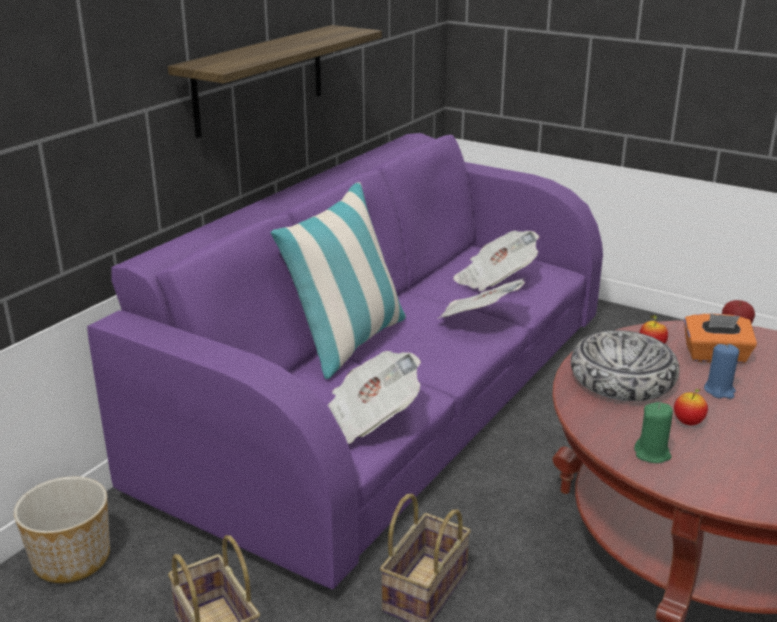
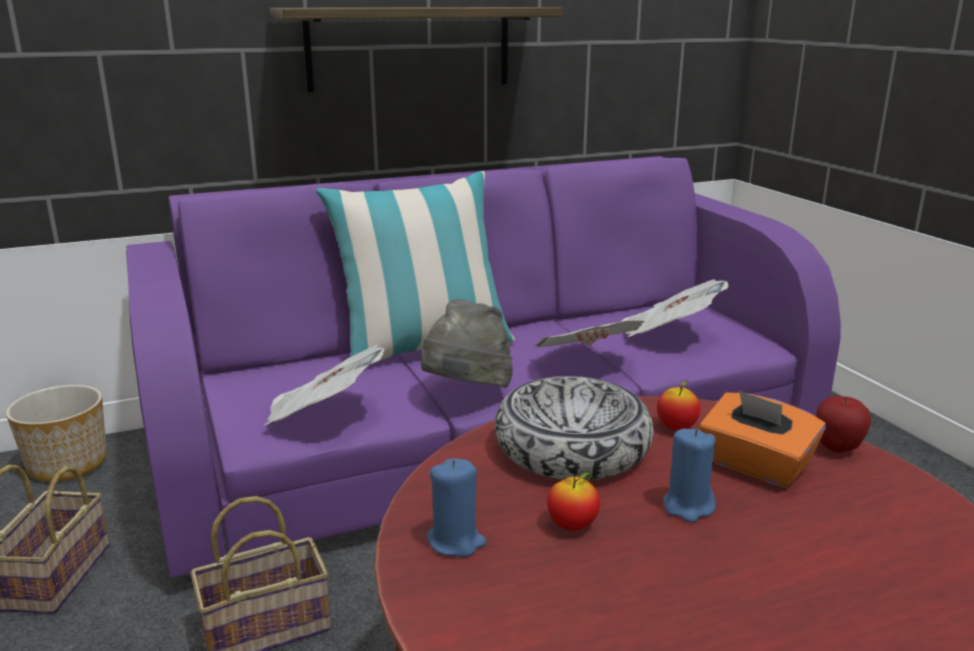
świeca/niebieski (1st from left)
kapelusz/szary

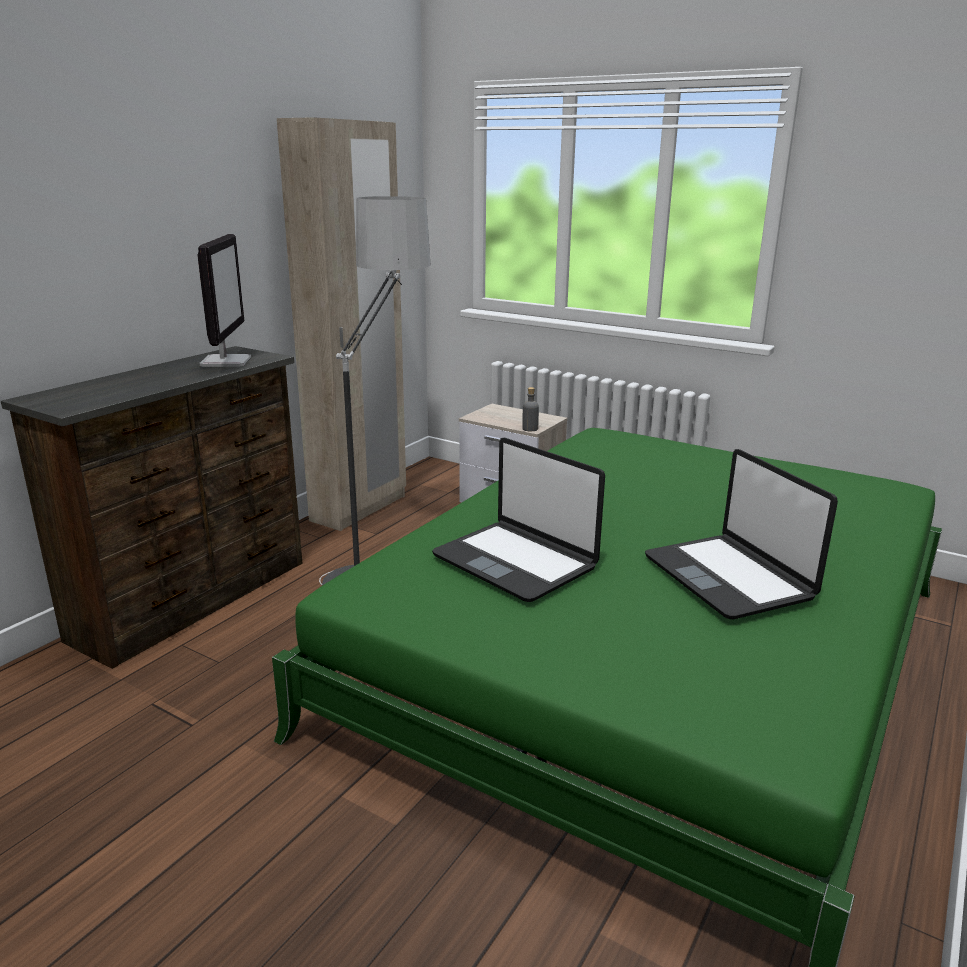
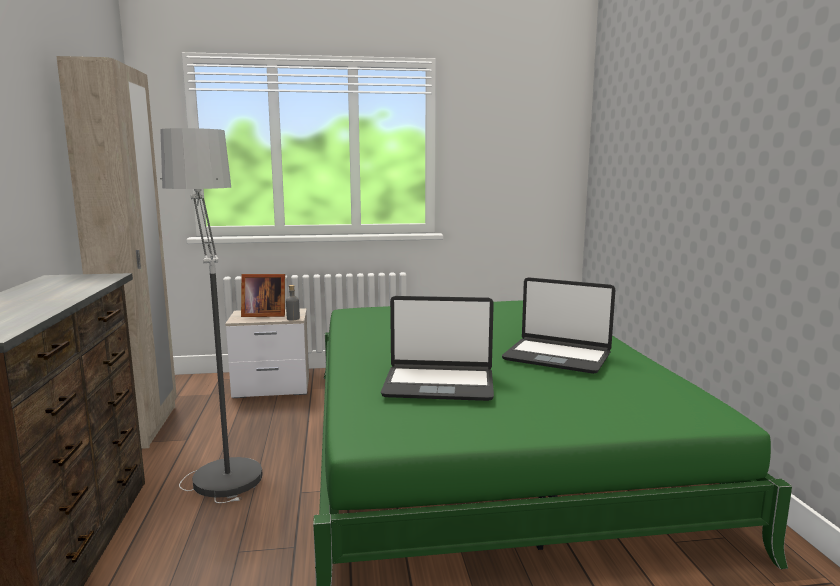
monitor
ramka na zdjęcie

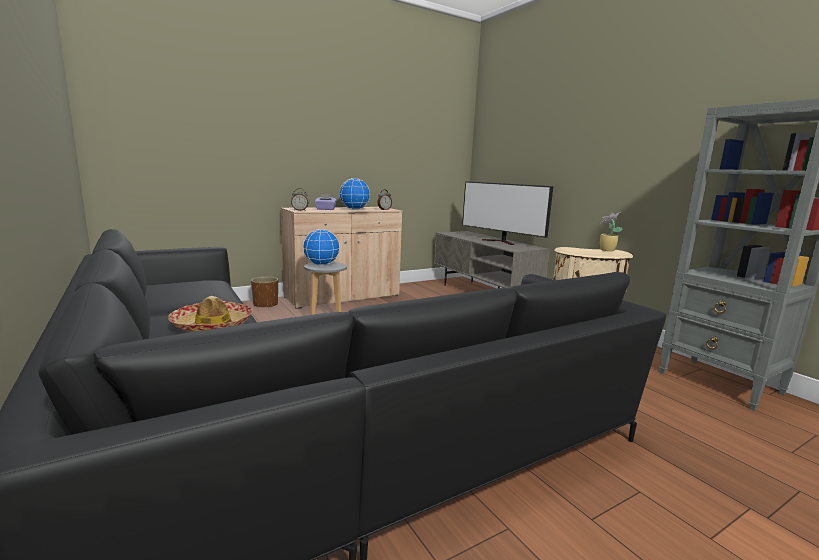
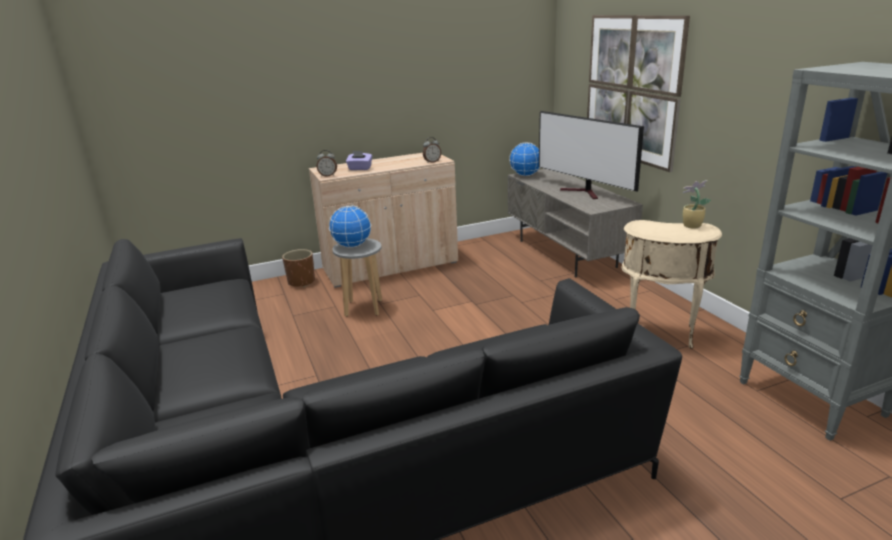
globus (2nd from left)
kapelusz
obraz

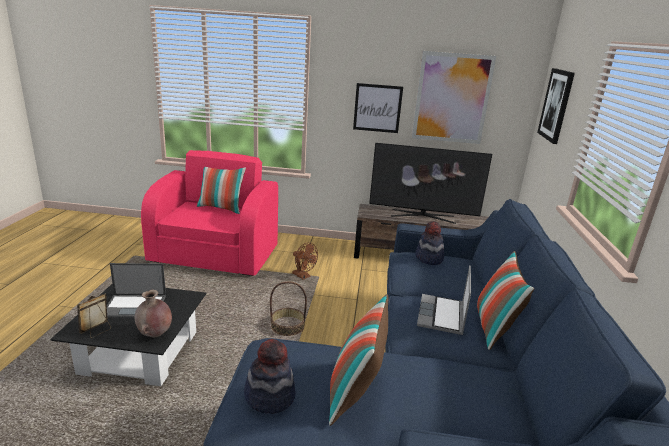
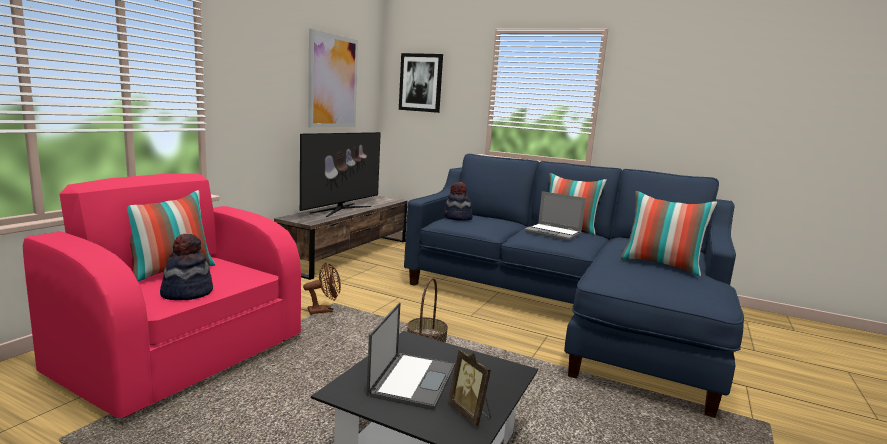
obraz (1st from left in the first image)
wazon/brązowy
kapelusz (1st from left)

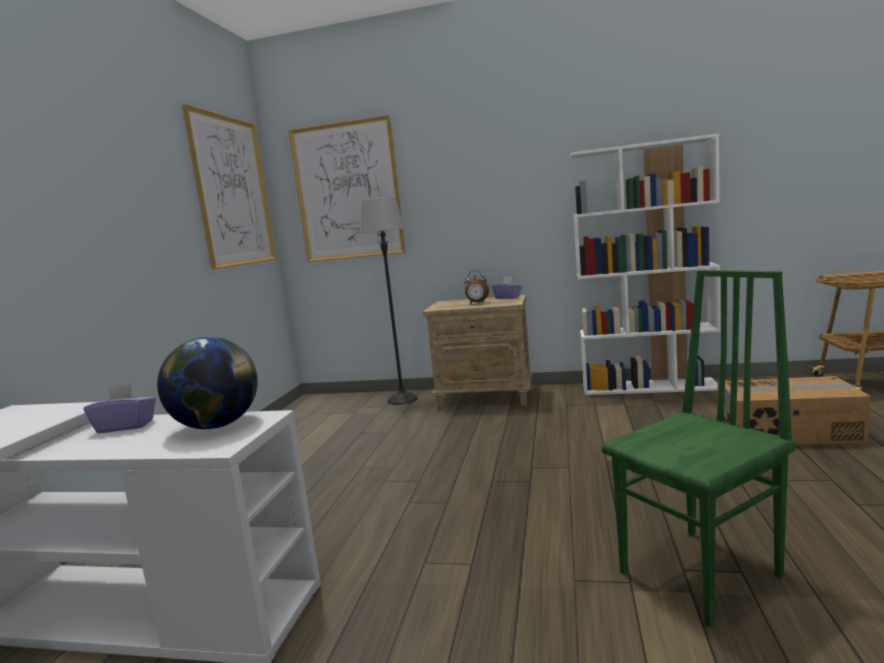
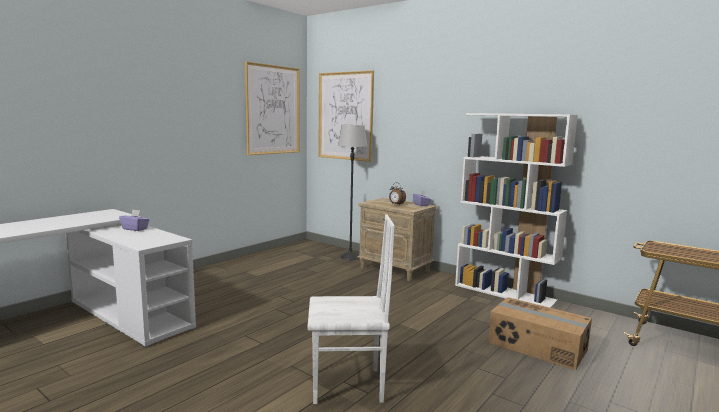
krzesło/biały
globus

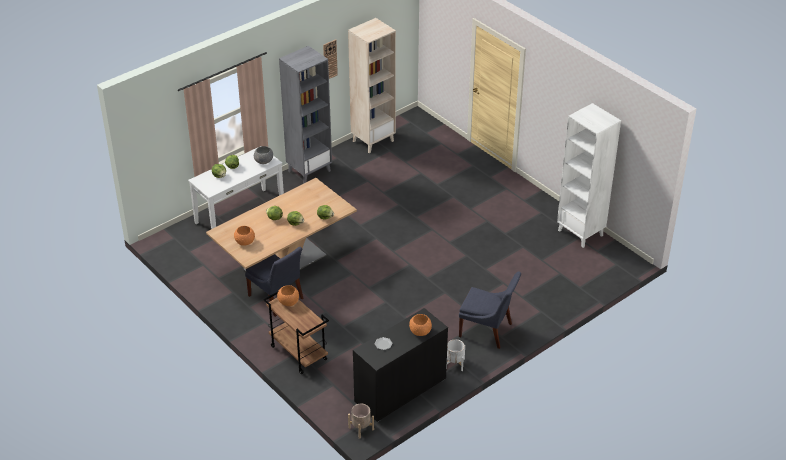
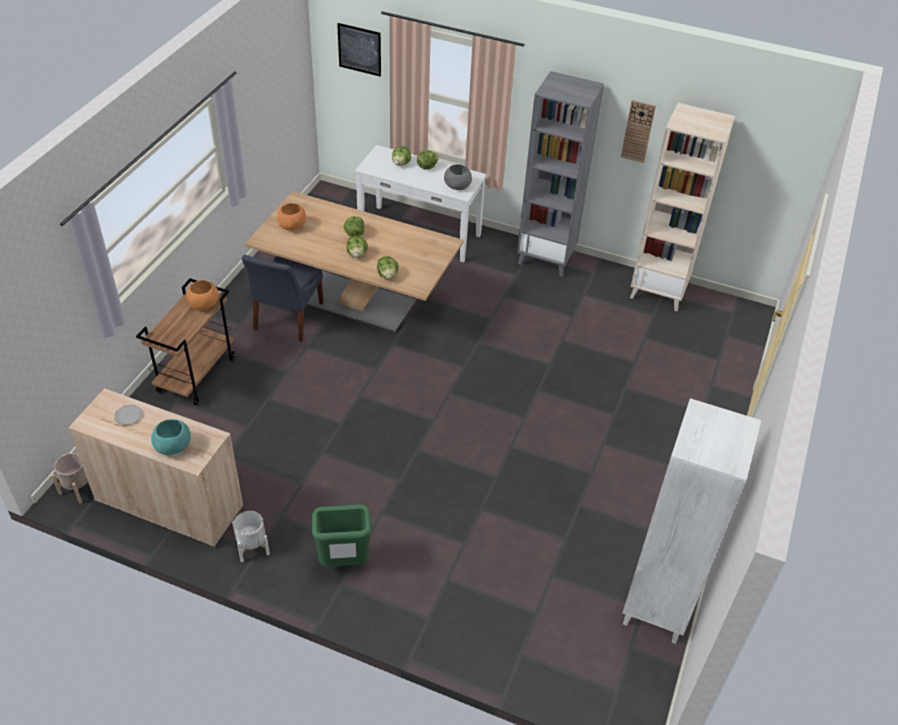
kosz na śmieci/zielony
szafka/beżowy
miska/turkusowy
obraz

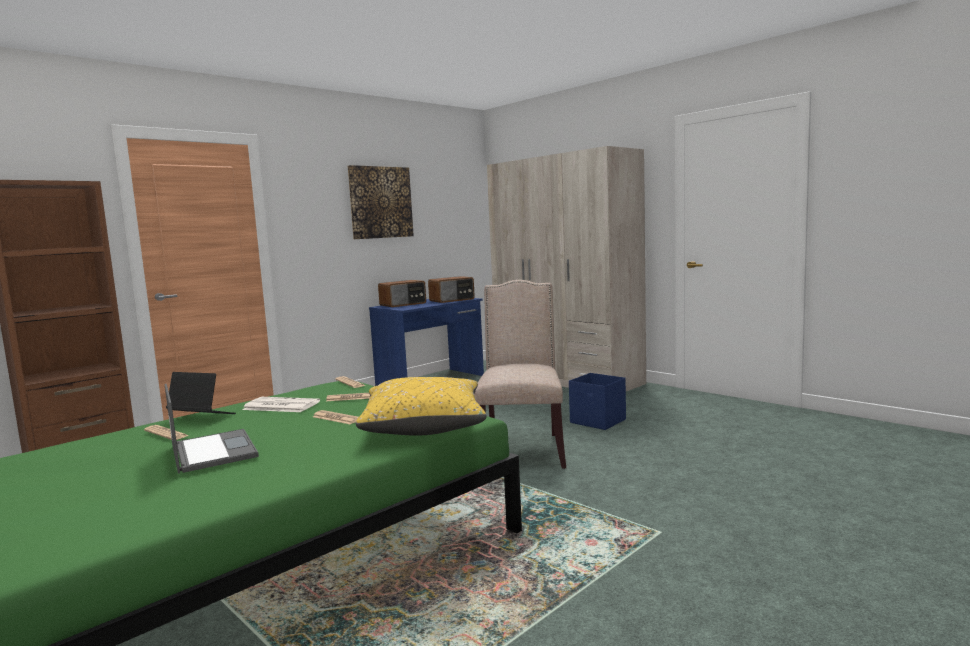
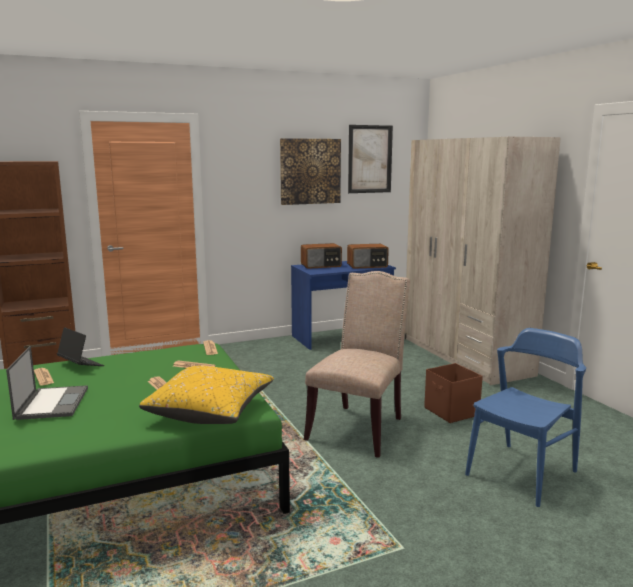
pojemnik do przechowywania/brązowy
gazeta (2nd from left in the first image)
obraz (2nd from left)
krzesło/niebieski

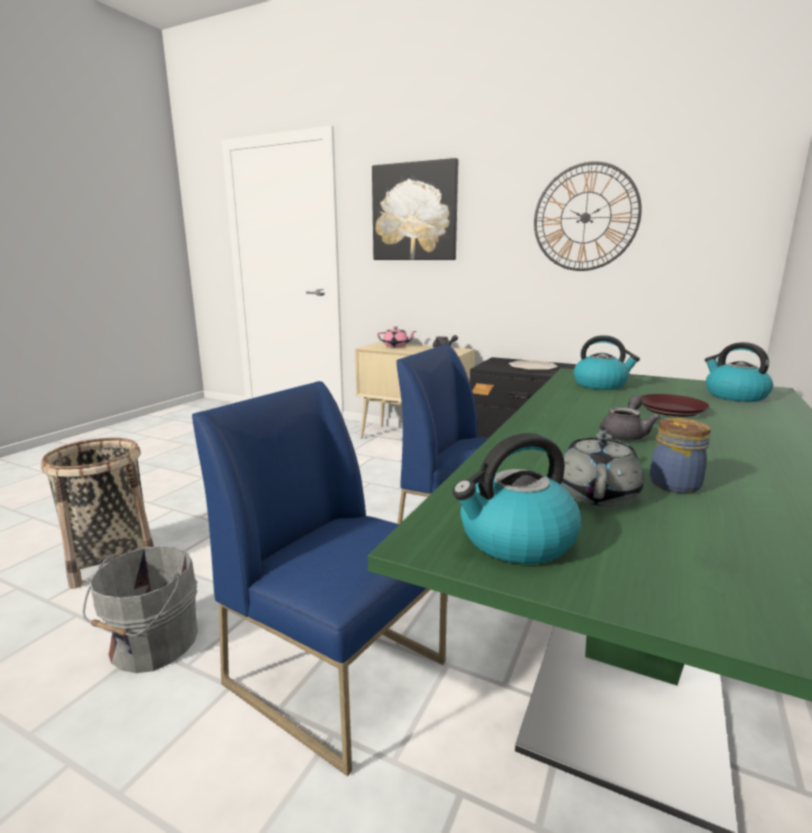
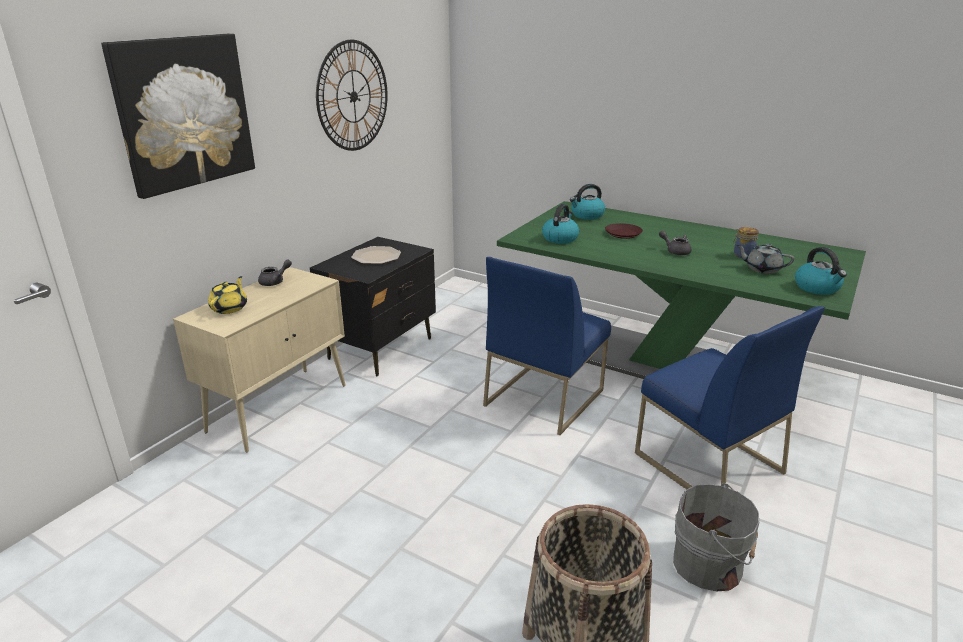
imbryk/żółty
krzesło/niebieski (2nd from left)

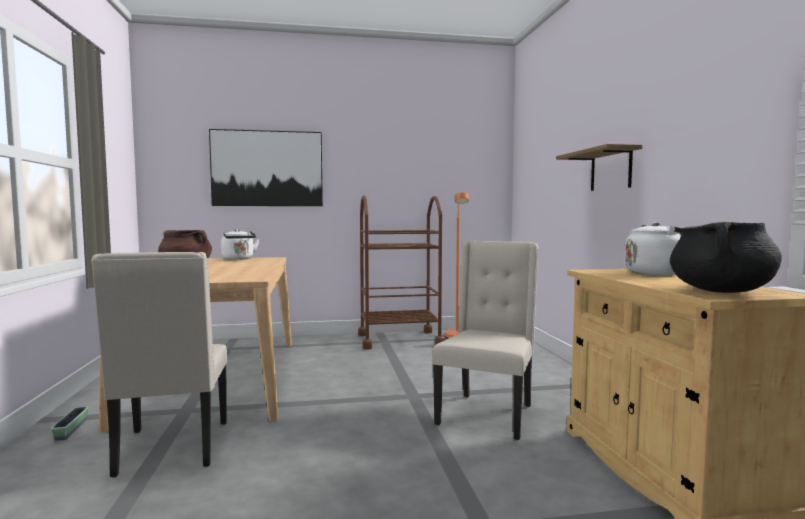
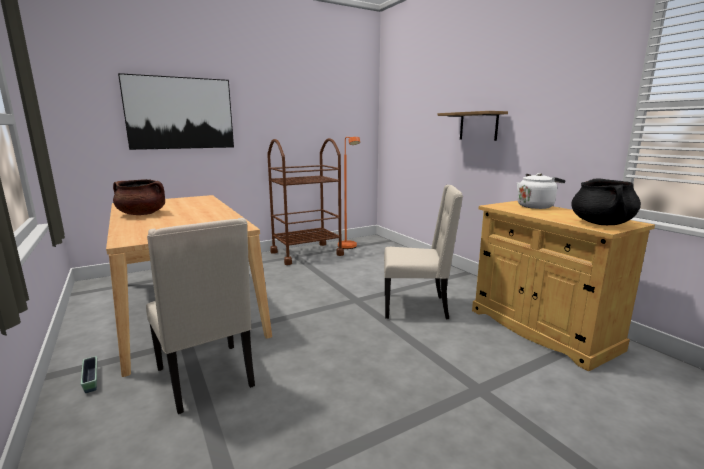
czajnik/biały (1st from left in the first image)
krzesło/beżowy (2nd from left)

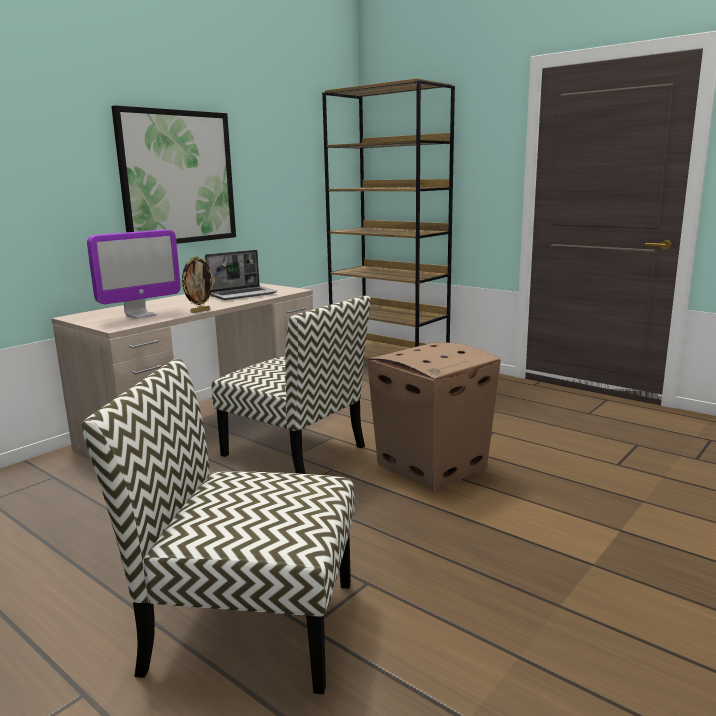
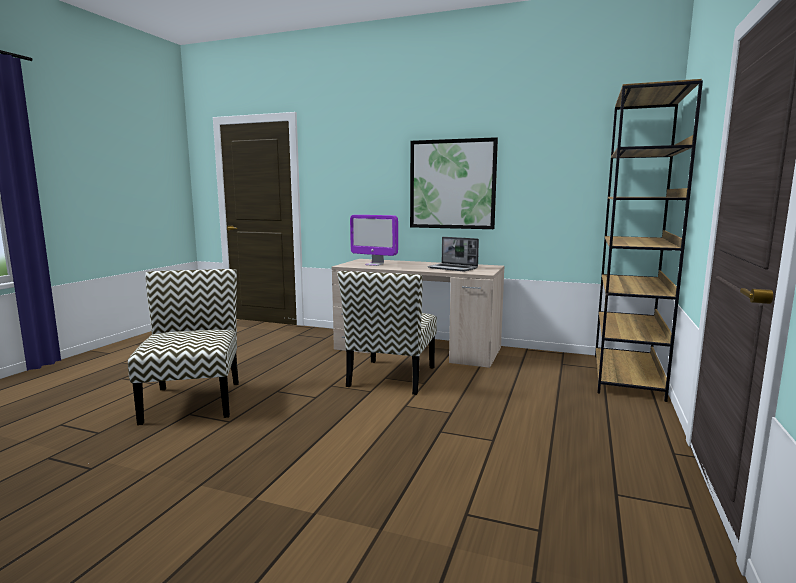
ramka na zdjęcie
karton

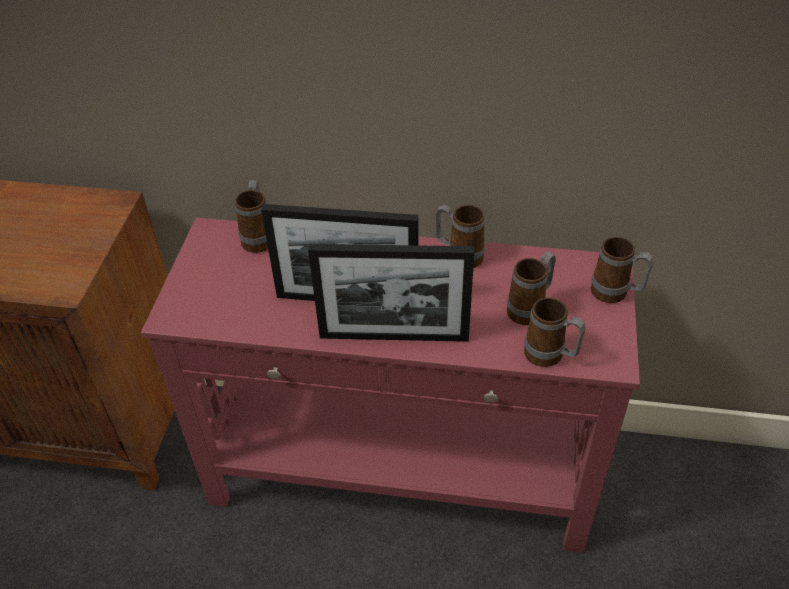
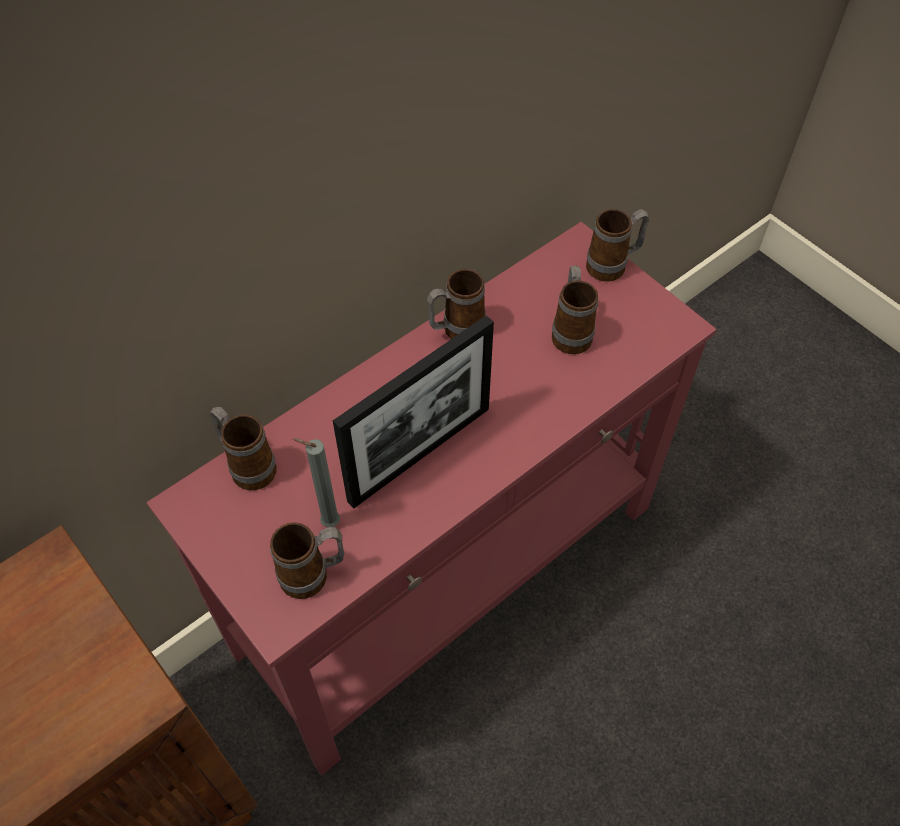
ramka na zdjęcie (2nd from left in the first image)
kubek (2nd from left)
świeca/szary

